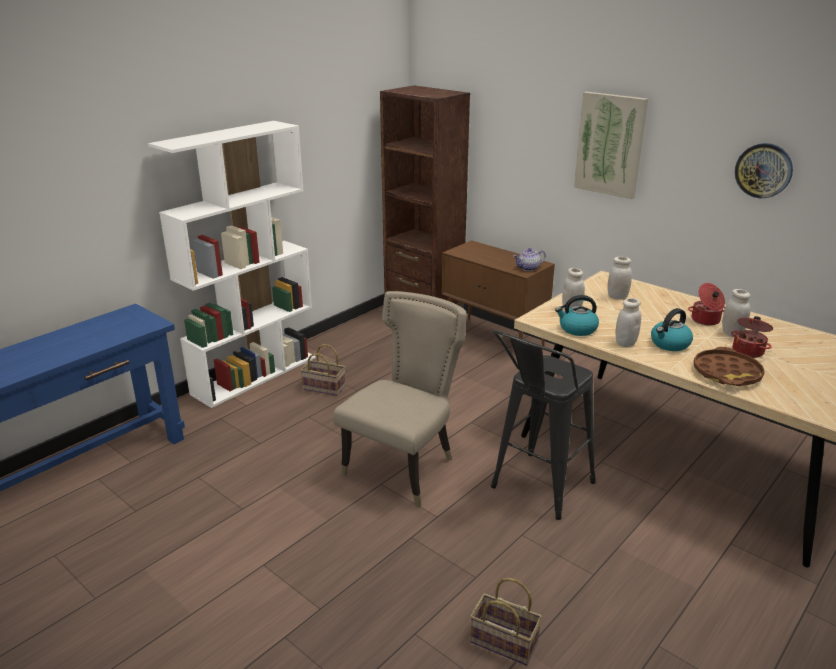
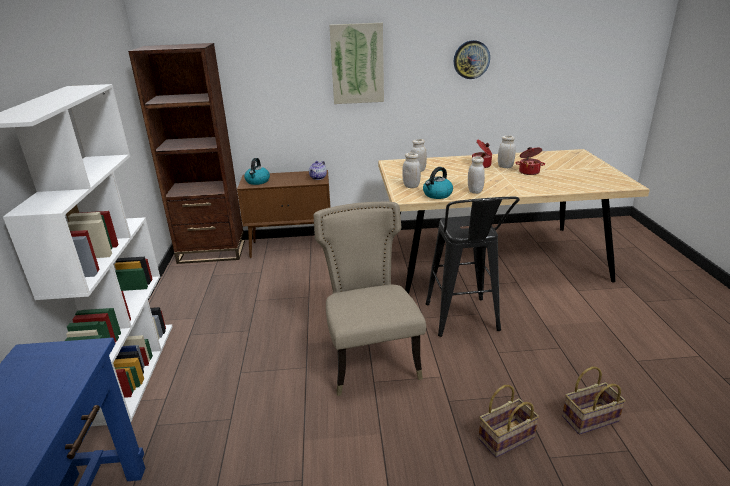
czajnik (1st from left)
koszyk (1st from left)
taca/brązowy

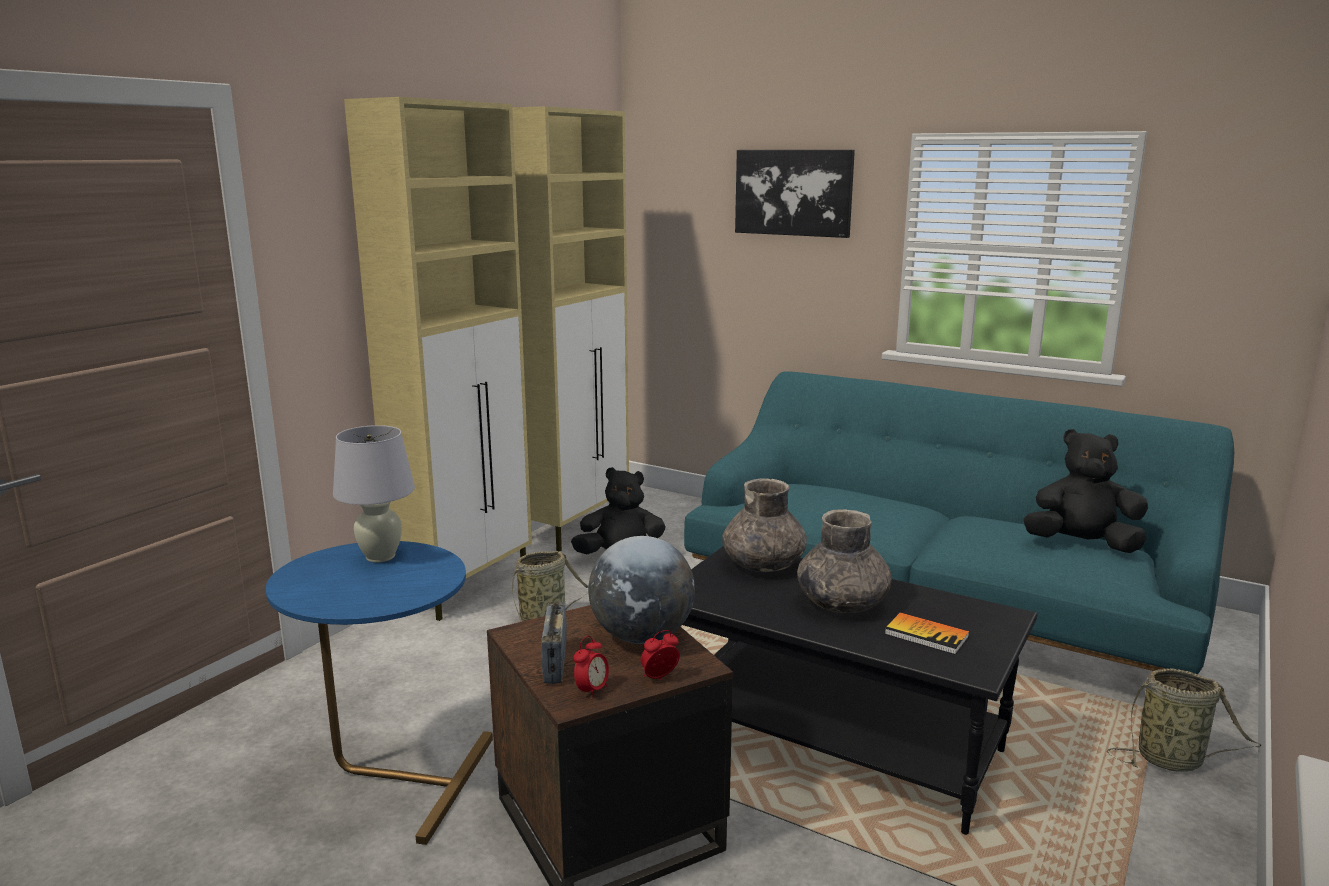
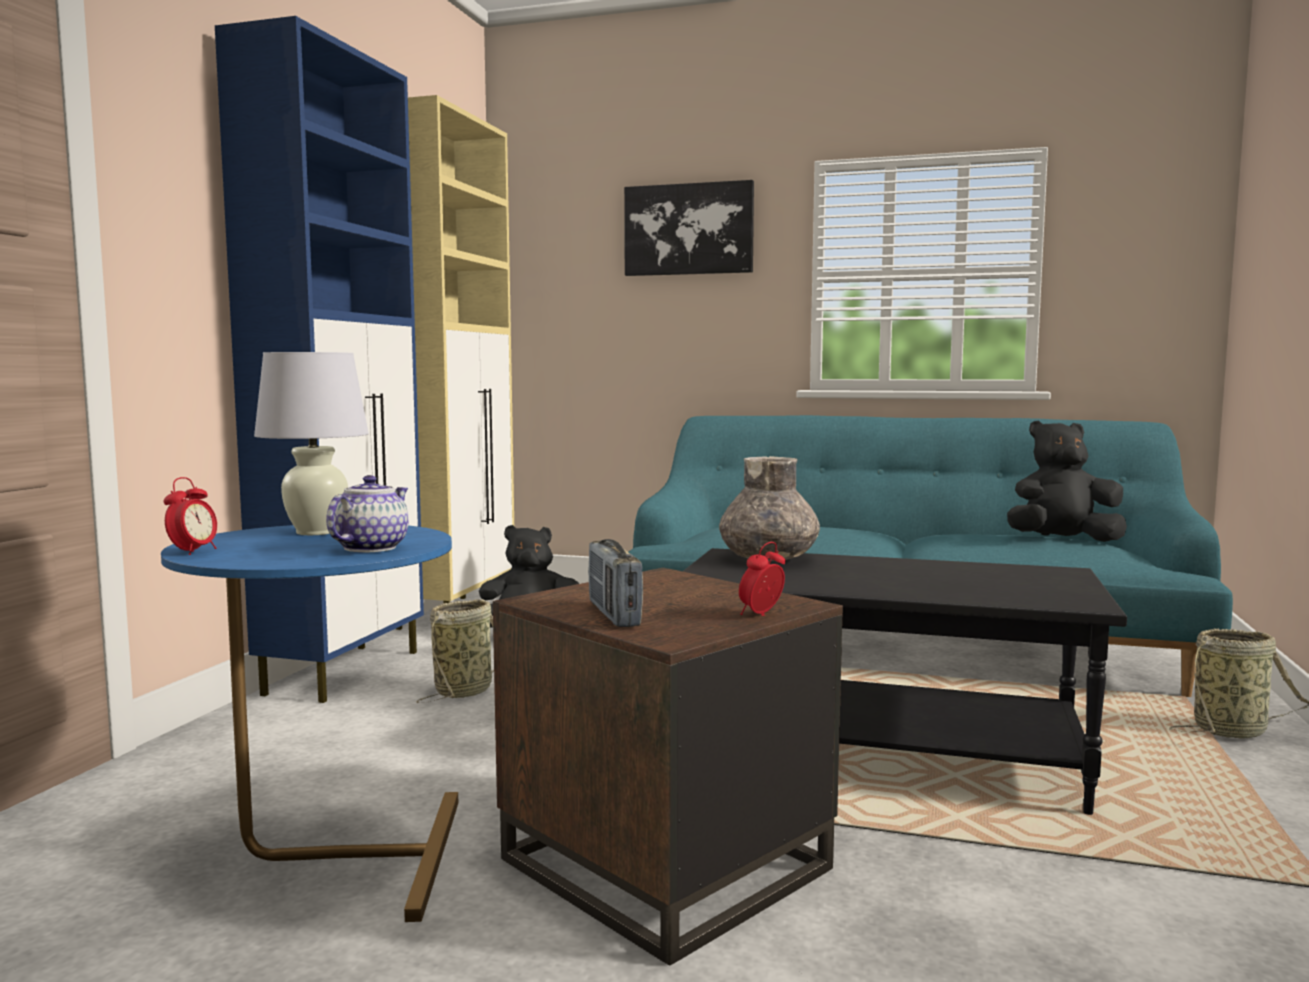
szafka/niebieski
wazon/szary (2nd from left in the first image)
globus
książka
budzik (1st from left)
imbryk

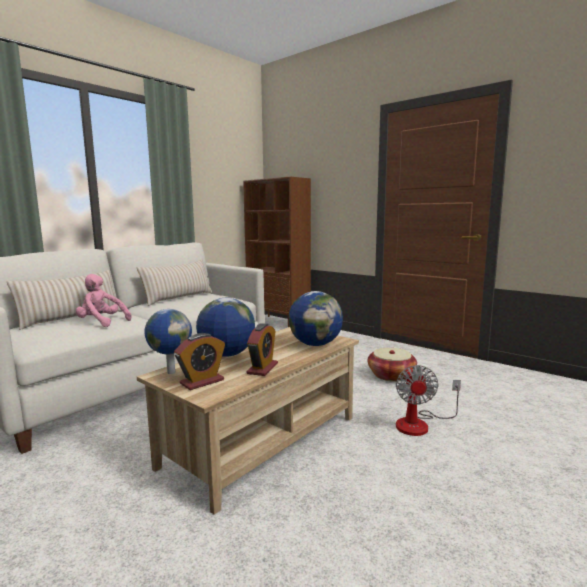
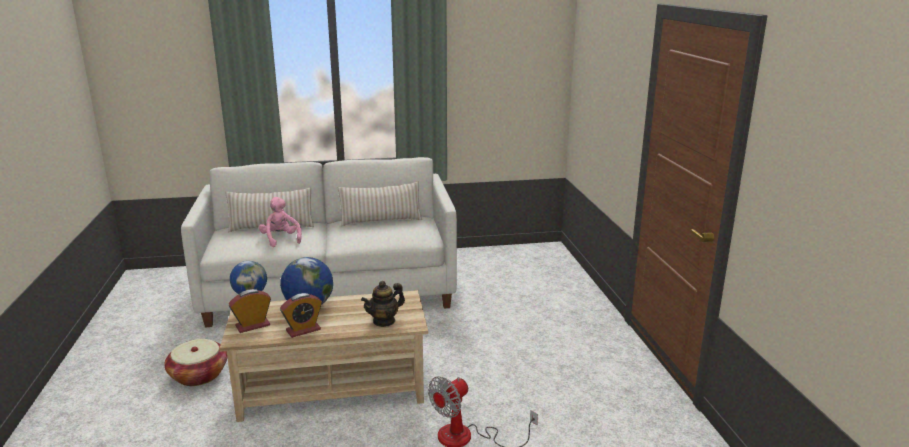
regał/brązowy
imbryk
budzik (1st from left)
koszyk

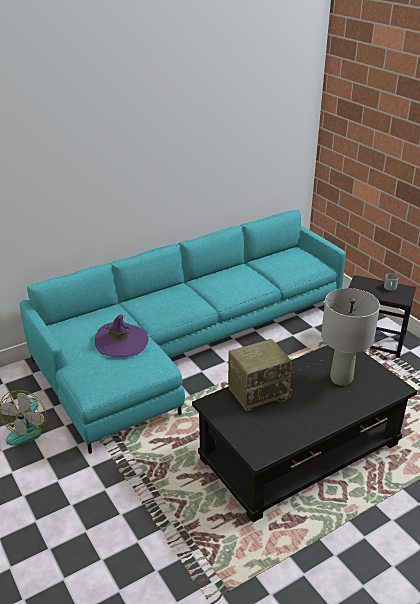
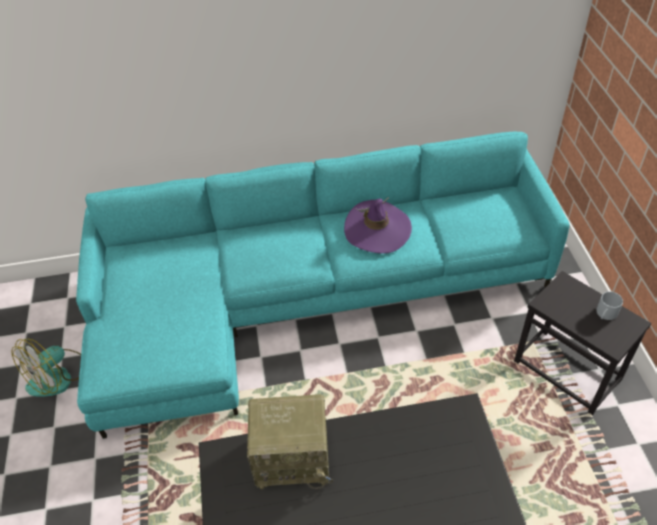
lampa stołowa/szary
kapelusz/fioletowy

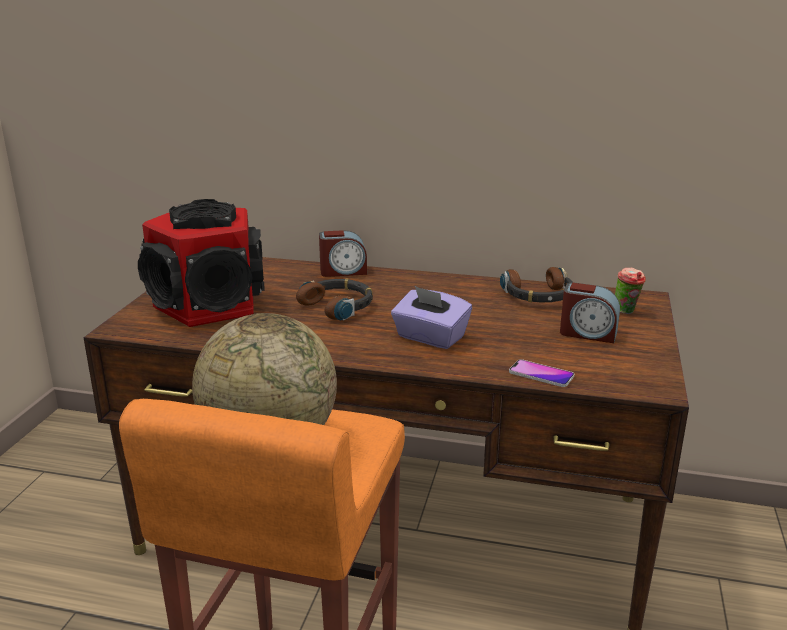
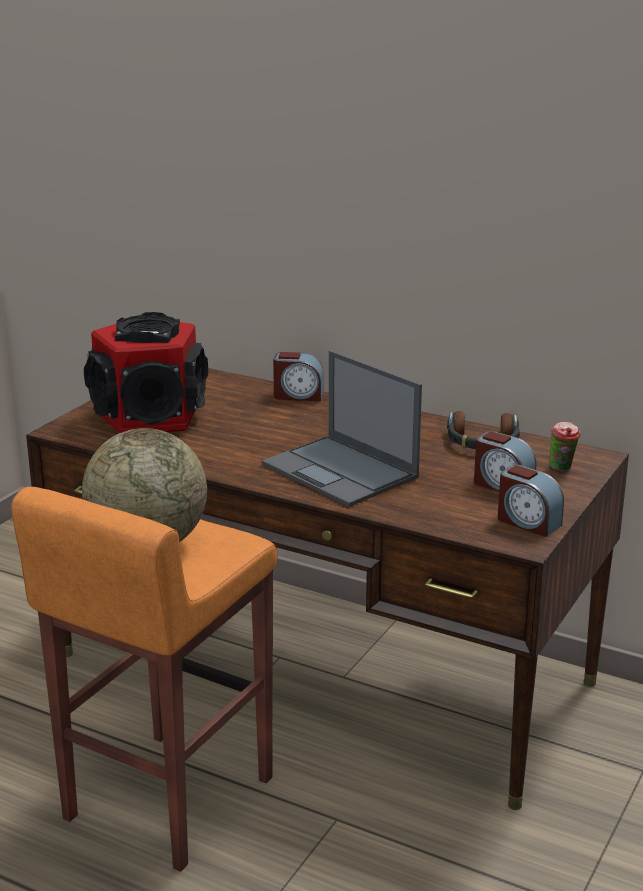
słuchawki (1st from left in the first image)
laptop
telefon
budzik (3rd from left)

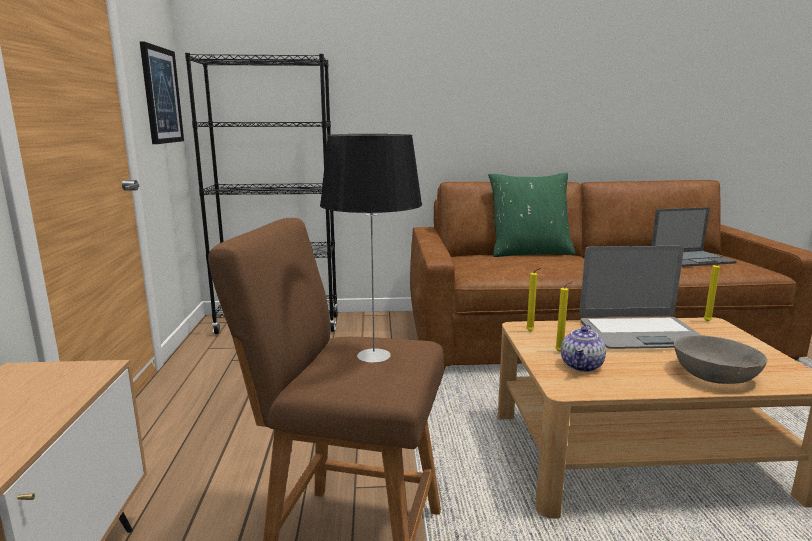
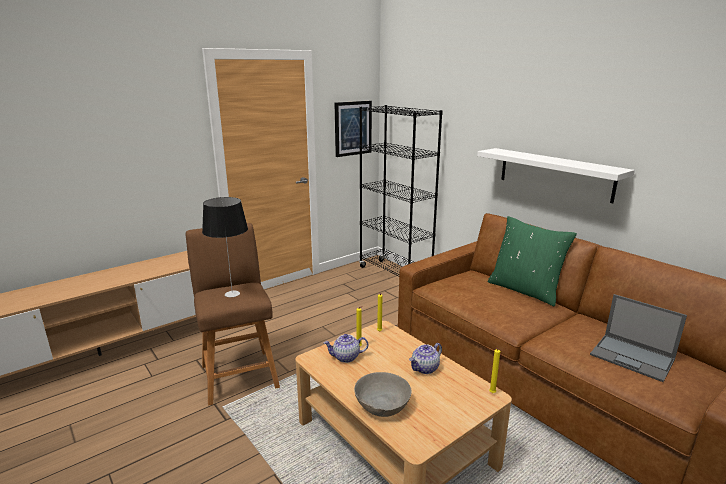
imbryk (2nd from left)
półka/biały

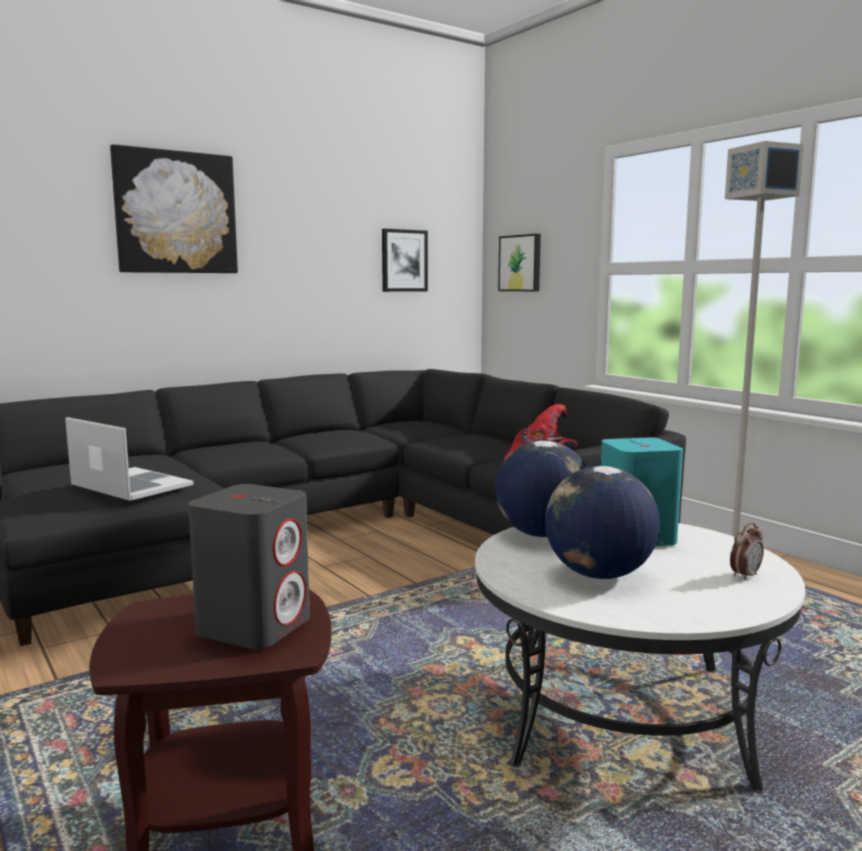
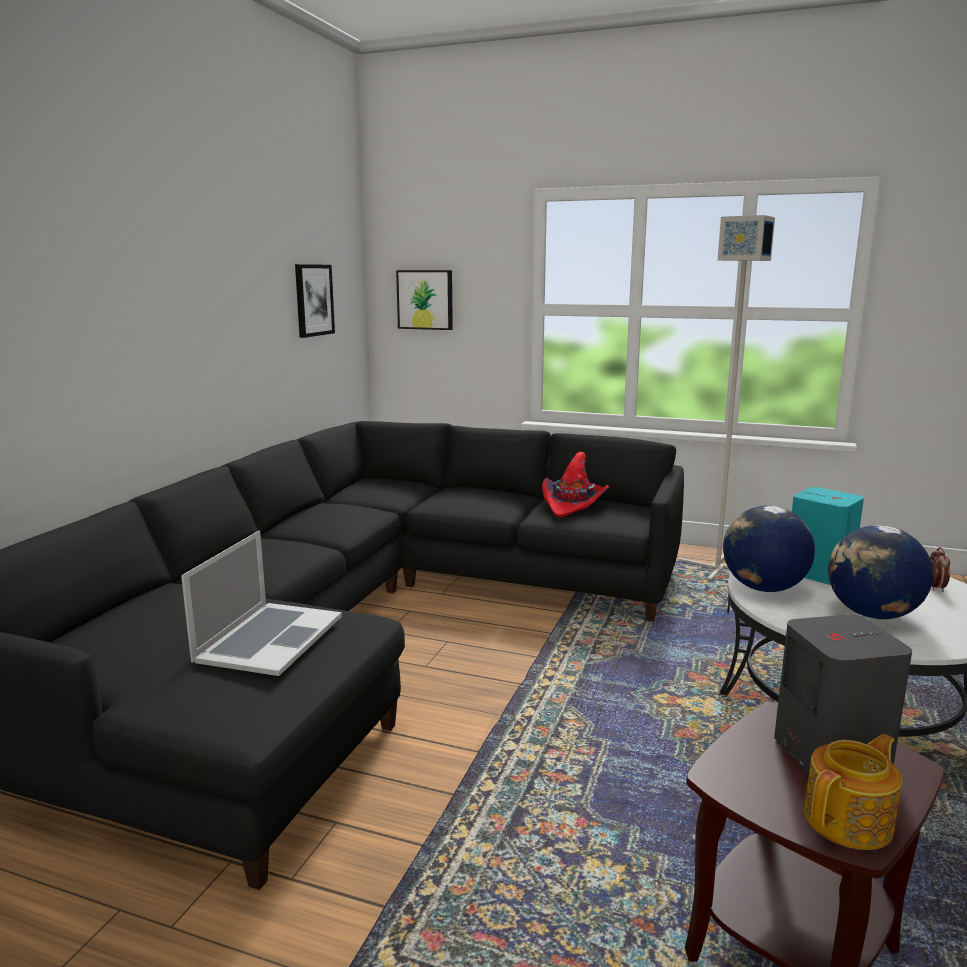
obraz (1st from left in the first image)
laptop
imbryk

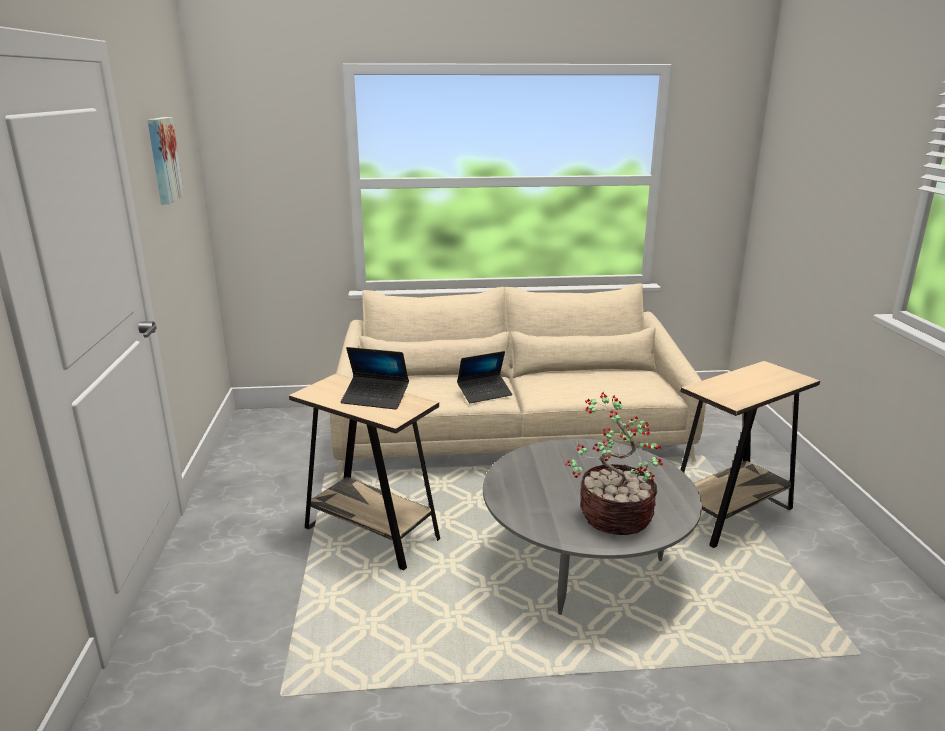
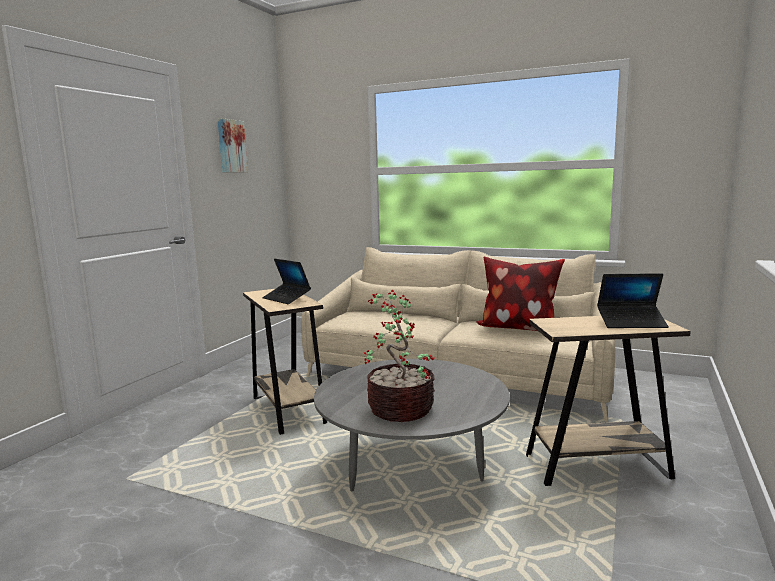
laptop (2nd from left)
poduszka

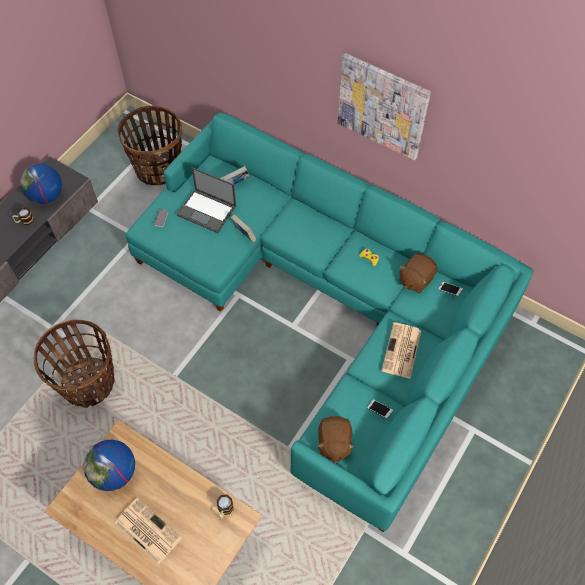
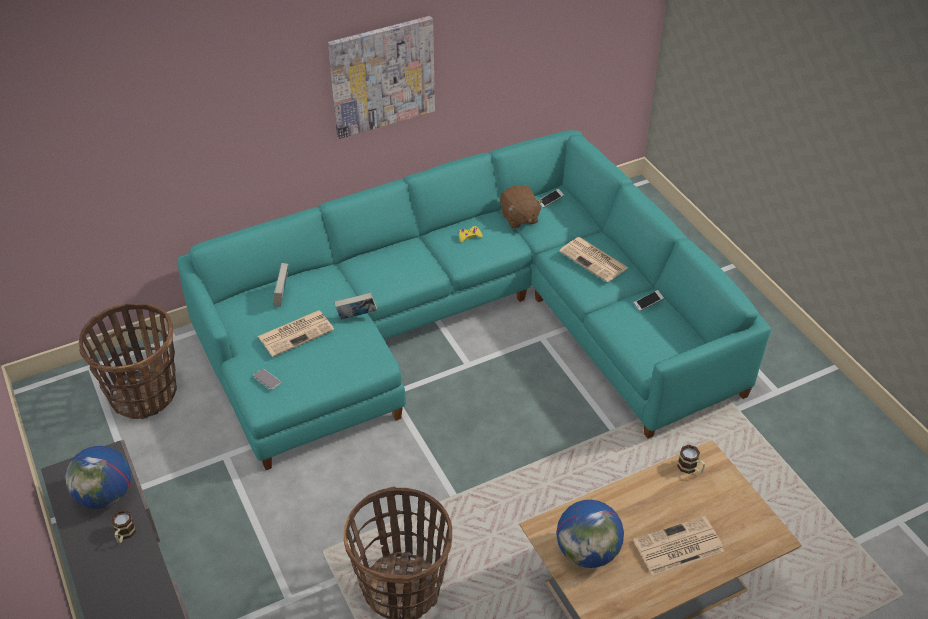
gazeta (1st from left)
pluszak/brązowy (1st from left in the first image)

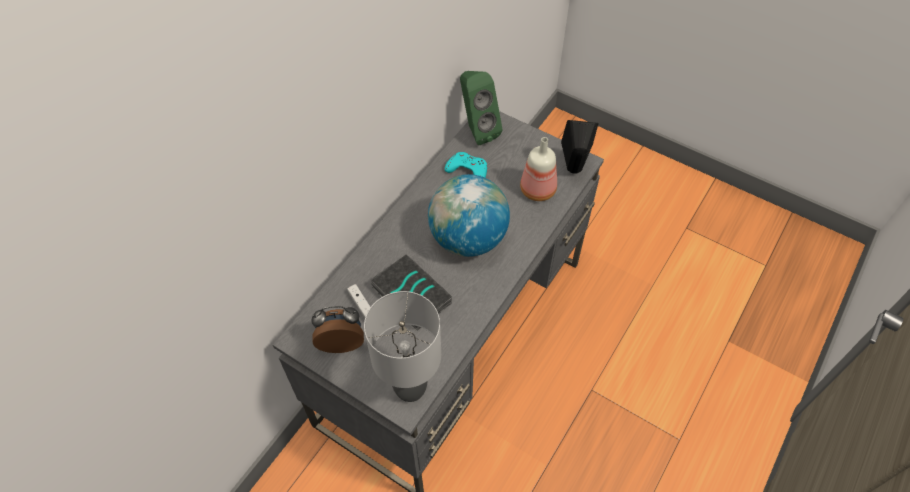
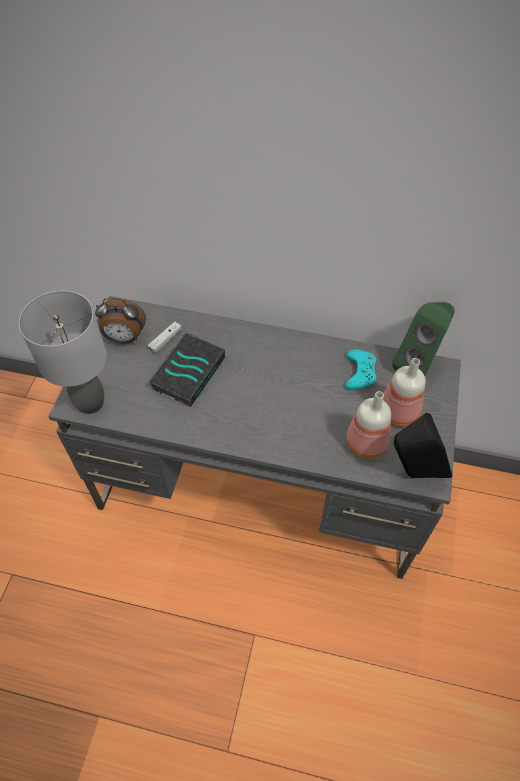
globus
budzik
butelka (2nd from left)

